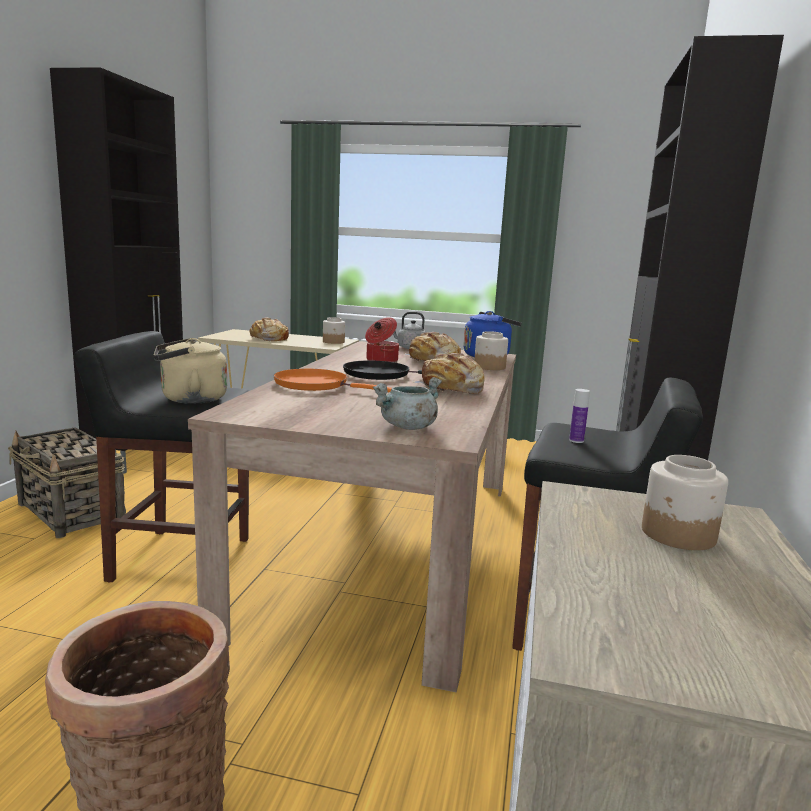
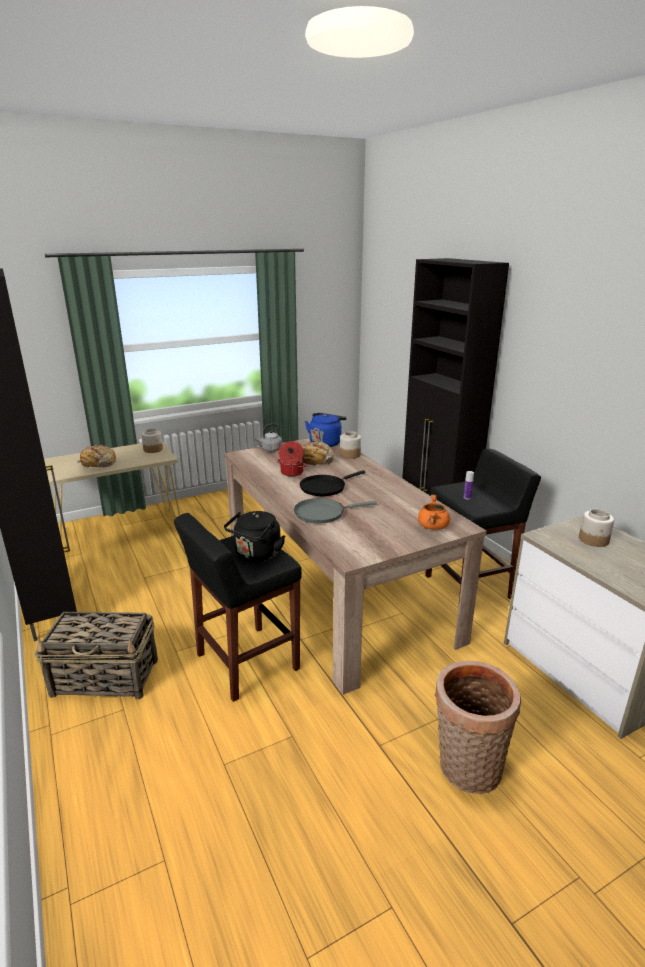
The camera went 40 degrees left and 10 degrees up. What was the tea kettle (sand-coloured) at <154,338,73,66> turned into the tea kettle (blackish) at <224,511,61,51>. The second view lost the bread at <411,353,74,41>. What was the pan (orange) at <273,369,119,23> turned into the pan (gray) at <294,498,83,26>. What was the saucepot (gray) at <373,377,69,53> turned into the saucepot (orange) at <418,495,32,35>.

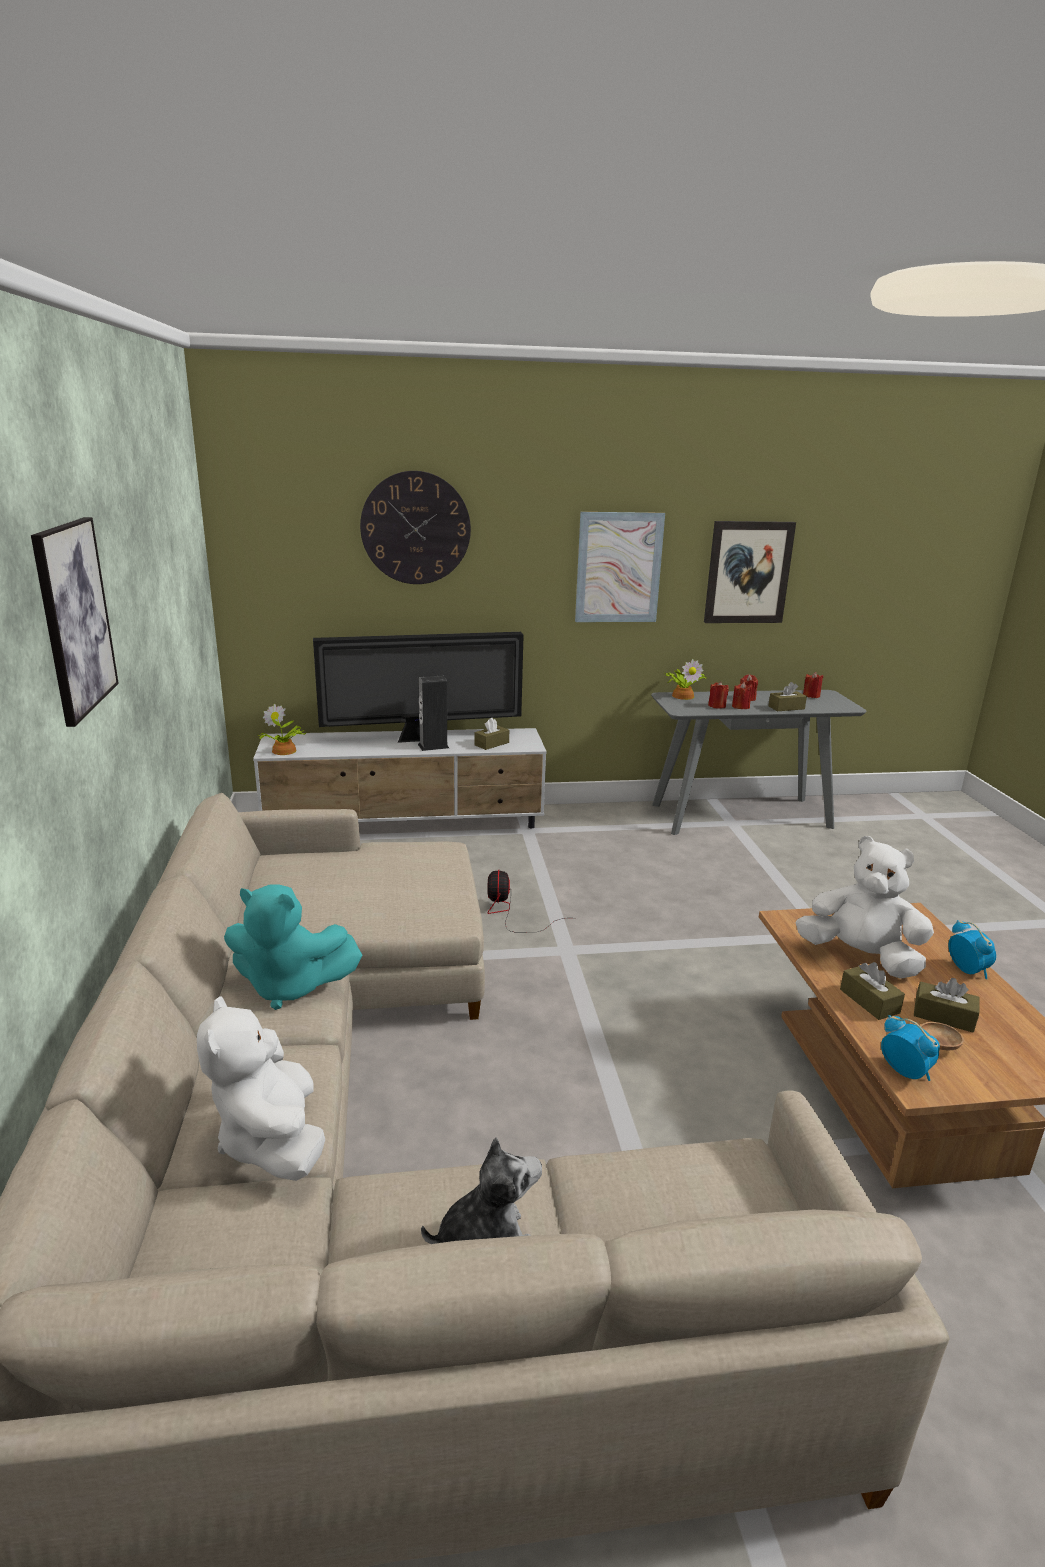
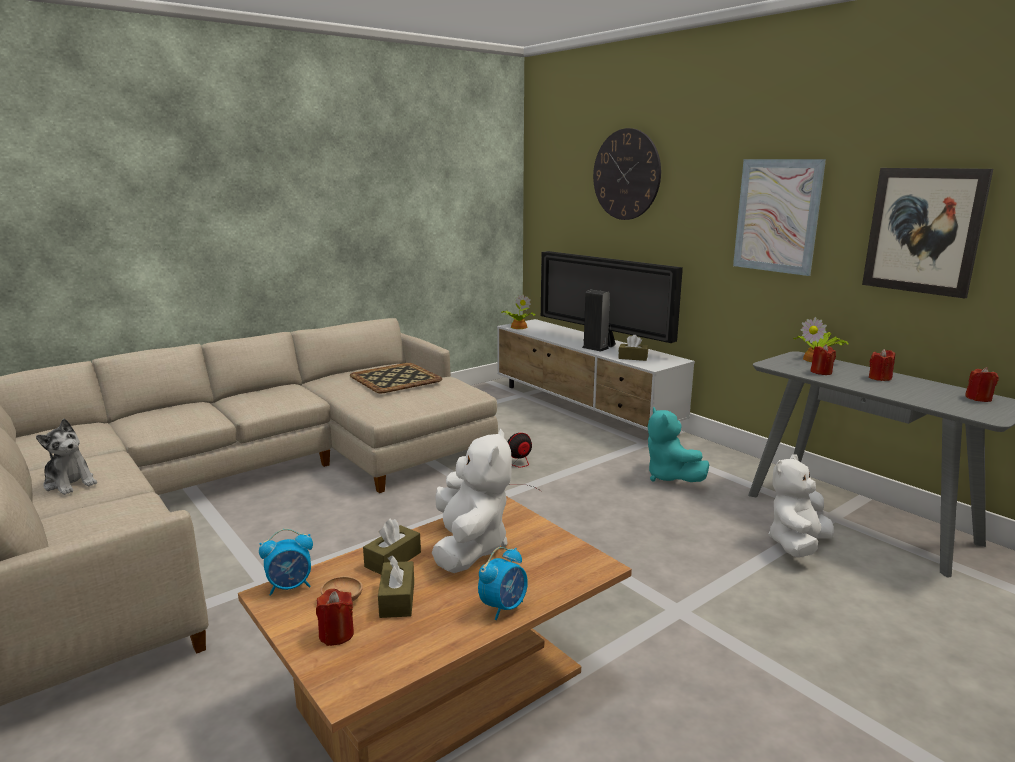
The camera went 60 degrees right and 5 degrees down. The second view lost the wall picture at <31,517,88,210>. The wax light (red) ended up elsewhere, having gone from <732,682,20,27> to <316,589,38,57>. The second view lost the box of tissues (brown-coloured) at <768,682,39,29>. The cuddly toy (blue-green) ended up elsewhere, having gone from <224,884,139,126> to <648,407,61,75>. The cuddly toy (whitish) ended up elsewhere, having gone from <197,996,128,185> to <768,454,66,104>. The alarm clock at <881,1015,59,66> ended up facing another way, 45 degrees clockwise from before. The second view gained the tray at <350,363,92,30>.

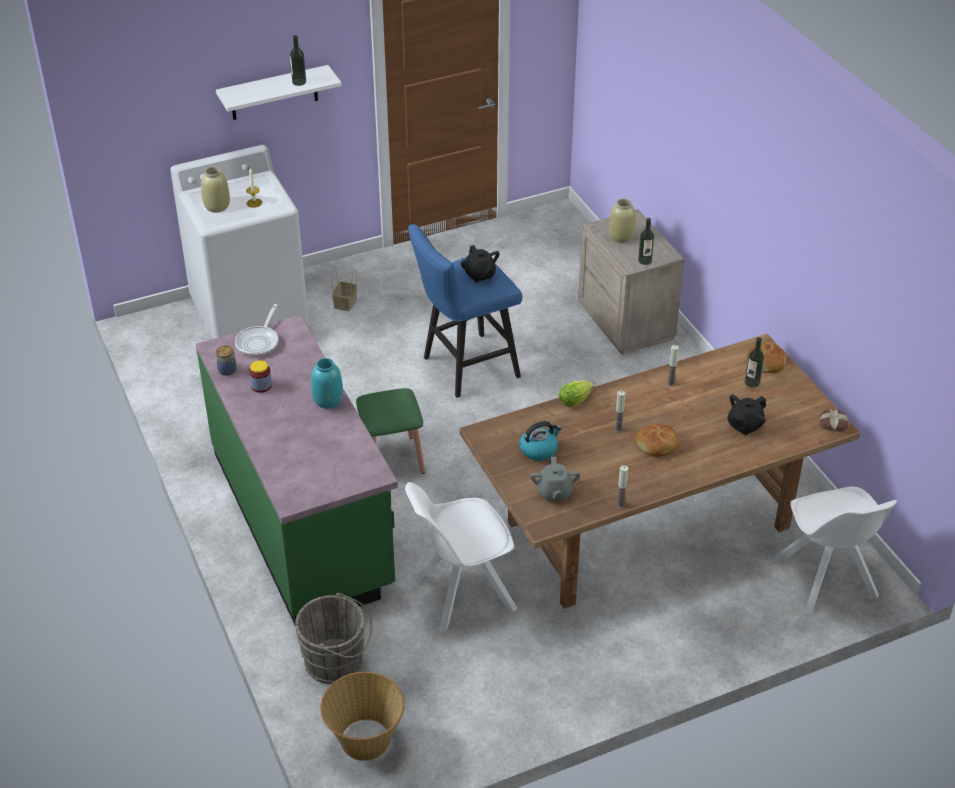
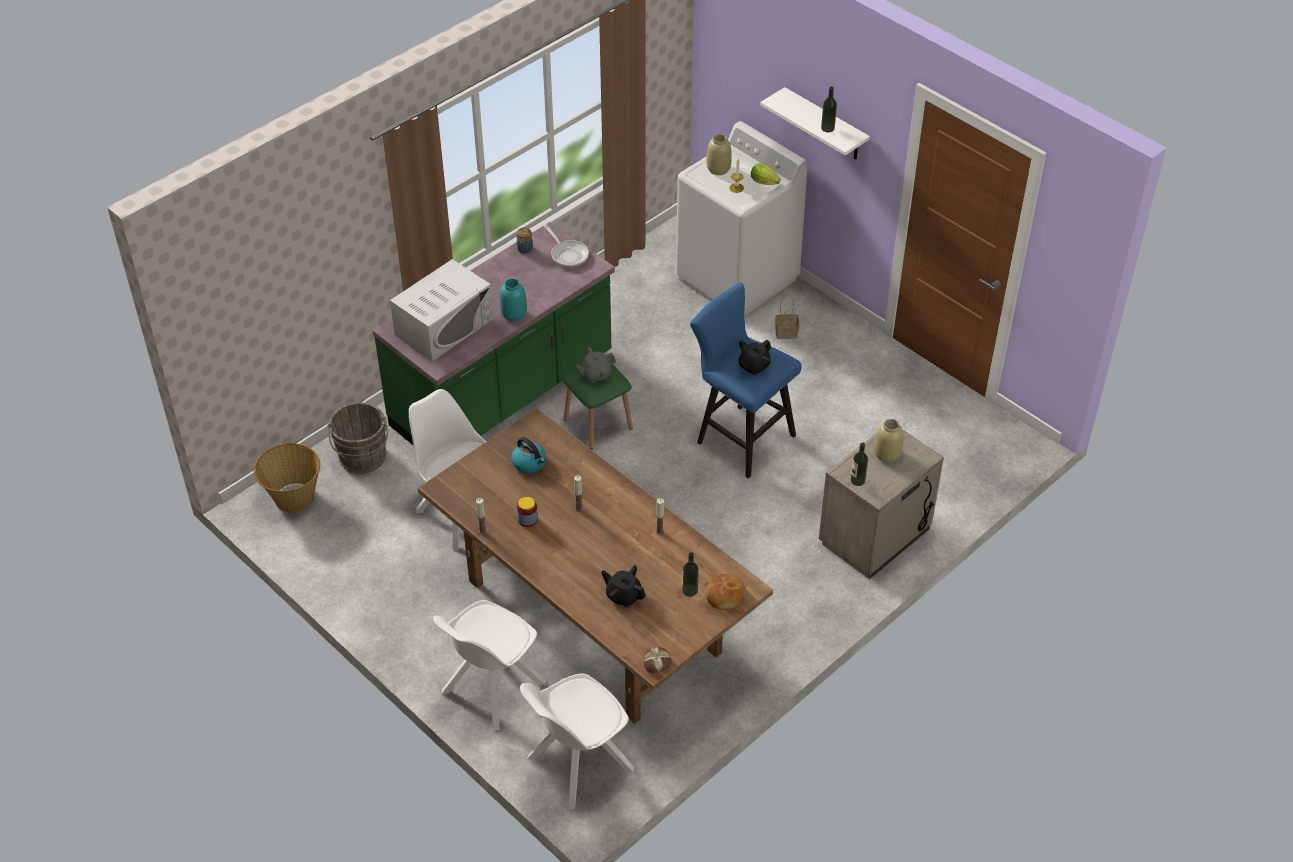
The camera went 70 degrees right and 5 degrees up. The pan at <235,304,43,52> ended up facing another way, 120 degrees counterclockwise from before. The jar ended up elsewhere, having gone from <249,360,23,33> to <517,497,21,30>. The head of lettuce ended up elsewhere, having gone from <559,380,35,27> to <751,163,30,22>. The second view lost the bread at <635,424,44,33>. The tea pot (gray) ended up elsewhere, having gone from <530,457,50,44> to <575,347,41,36>. The second view gained the kitchen microwave (whitish) at <390,259,103,102>. The second view gained the upright chair (whitish) at <433,600,113,131>.

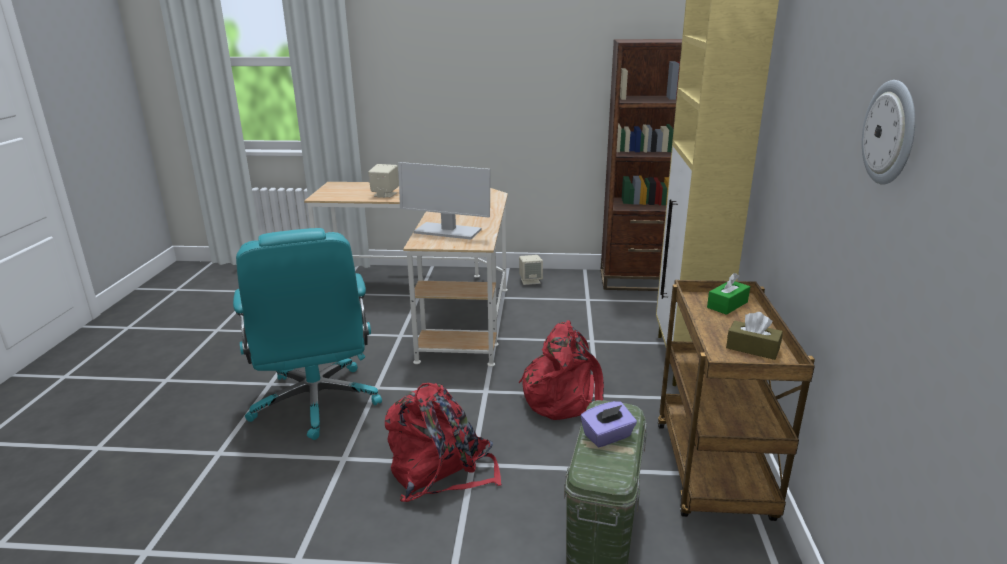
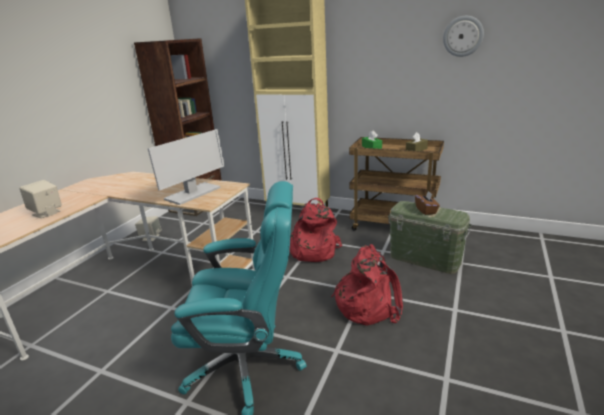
The camera went 70 degrees left and 0 degrees up. What was the box of tissues (purple-coloured) at <581,401,56,46> turned into the box of tissues (brown-coloured) at <415,191,25,24>.

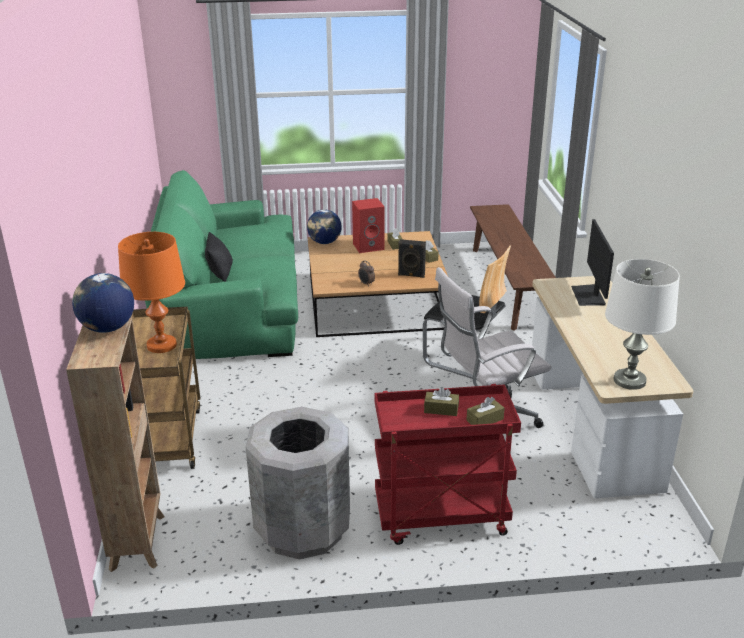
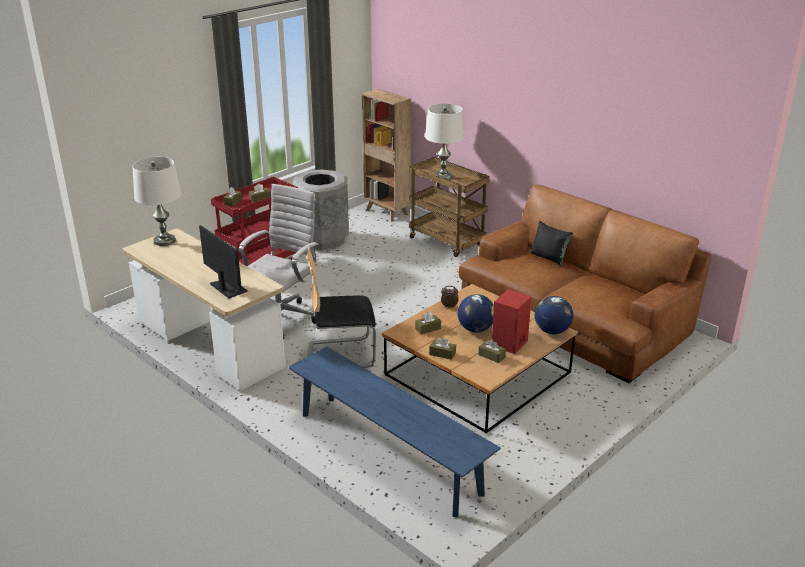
The camera went 140 degrees right and 0 degrees up. What was the settee (green-coloured) at <145,170,153,189> turned into the settee (brown-coloured) at <459,185,252,198>. What was the indoor bench (brown-coloured) at <470,204,86,127> turned into the indoor bench (blue) at <289,346,212,171>. What was the table lamp (orange) at <118,232,67,121> turned into the table lamp (whitish) at <425,104,39,76>. Where the speaker (blackish) stood at <398,239,28,39>, the box of tissues (brown-coloured) came to stand at <415,311,26,23>. The desk globe ended up elsewhere, having gone from <72,273,62,60> to <458,294,36,39>.

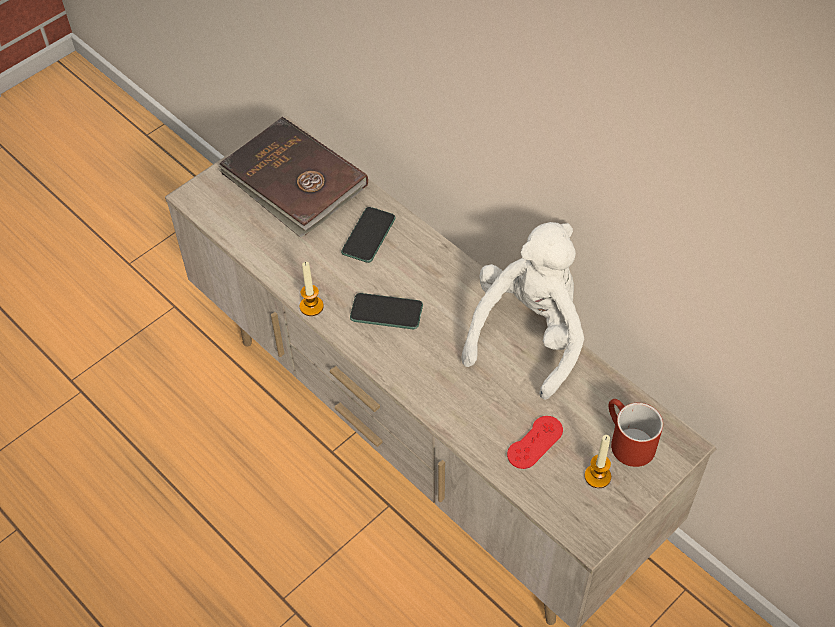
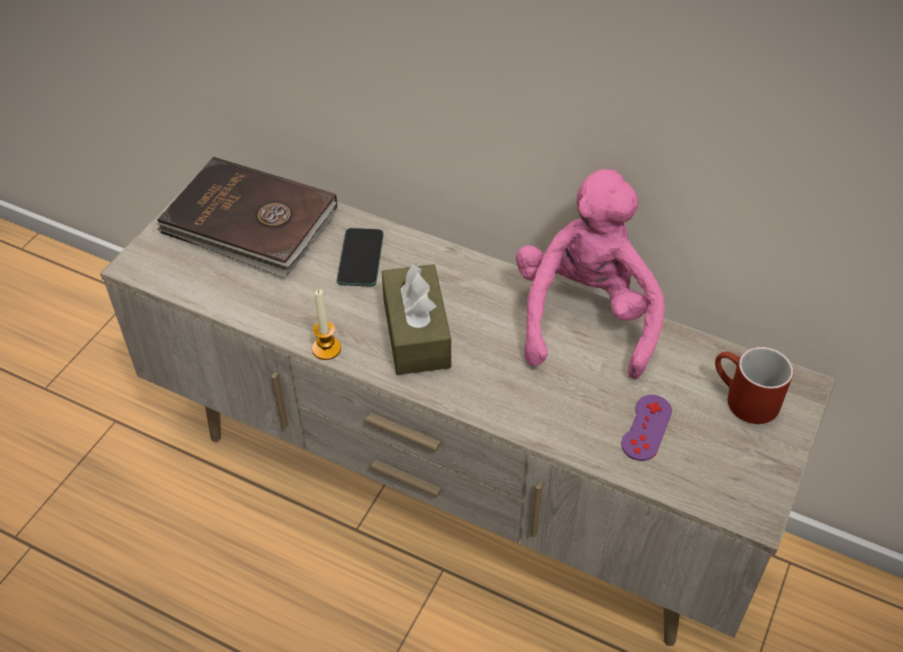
The camera went 20 degrees left and 5 degrees down. What was the cuddly toy (whitish) at <461,222,123,178> turned into the cuddly toy (pink) at <516,169,149,210>. Where the telephone stood at <350,293,73,36>, the box of tissues (brown-coloured) came to stand at <382,263,69,112>. What was the joypad (red) at <507,416,56,53> turned into the joypad (purple-coloured) at <621,395,51,66>. The second view lost the wax light at <584,435,27,53>.

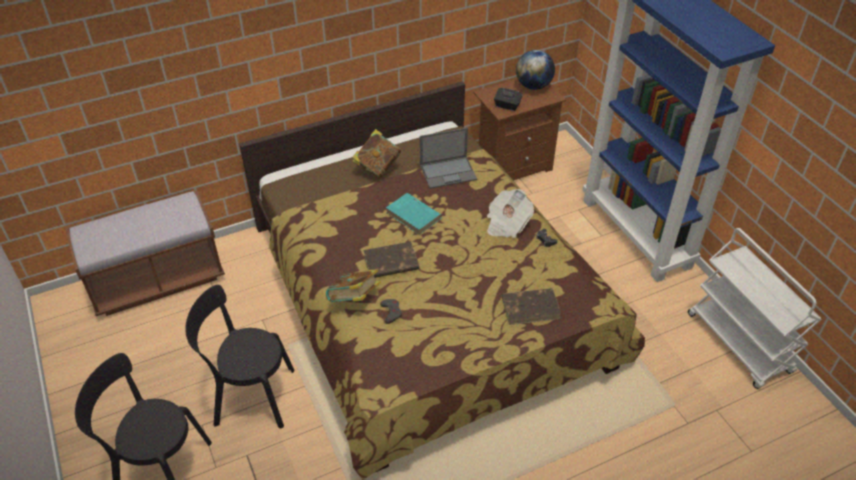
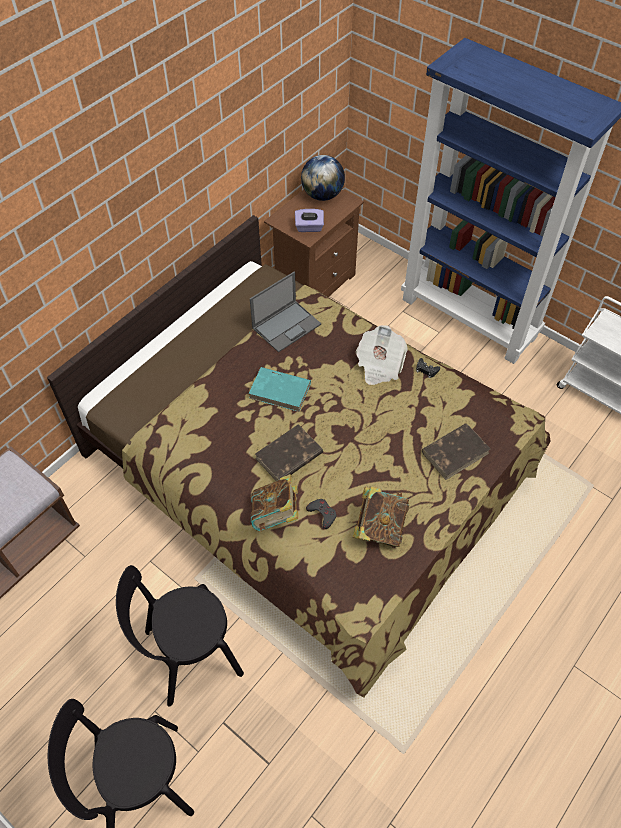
The camera went 25 degrees left and 10 degrees up. What was the box of tissues (blackish) at <494,88,29,23> turned into the box of tissues (purple-coloured) at <295,209,29,23>. The book ended up elsewhere, having gone from <352,129,49,50> to <353,486,56,61>.

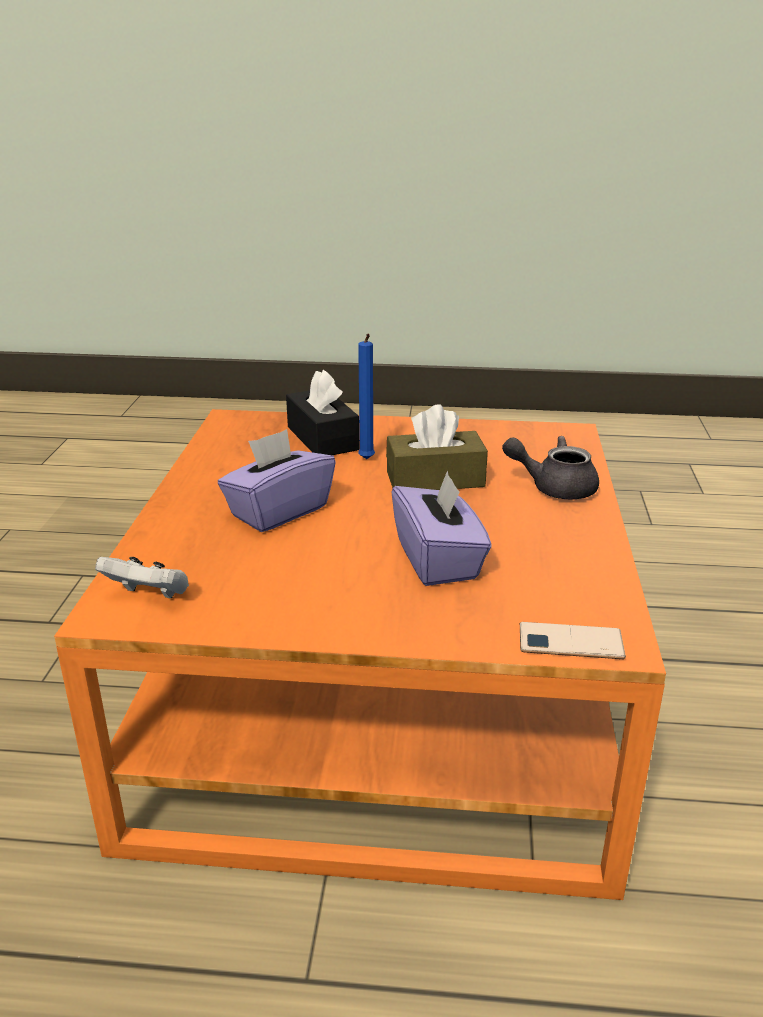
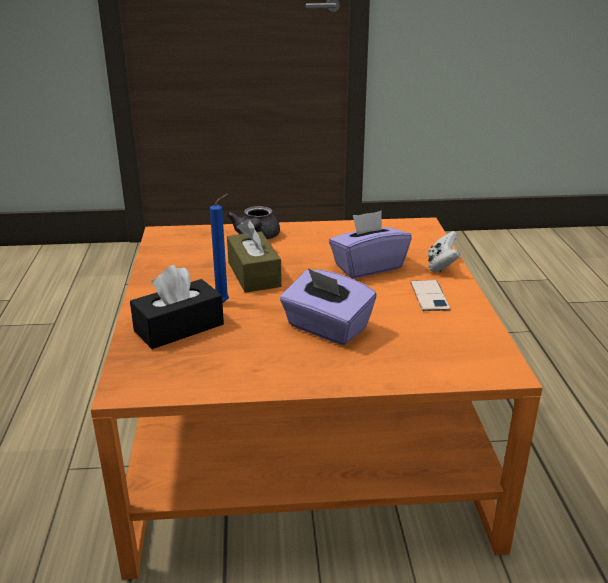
The camera went 100 degrees left and 0 degrees up. The joypad (whitish) ended up elsewhere, having gone from <95,557,94,42> to <428,231,32,41>. The telephone ended up elsewhere, having gone from <520,622,106,37> to <411,280,40,31>.

